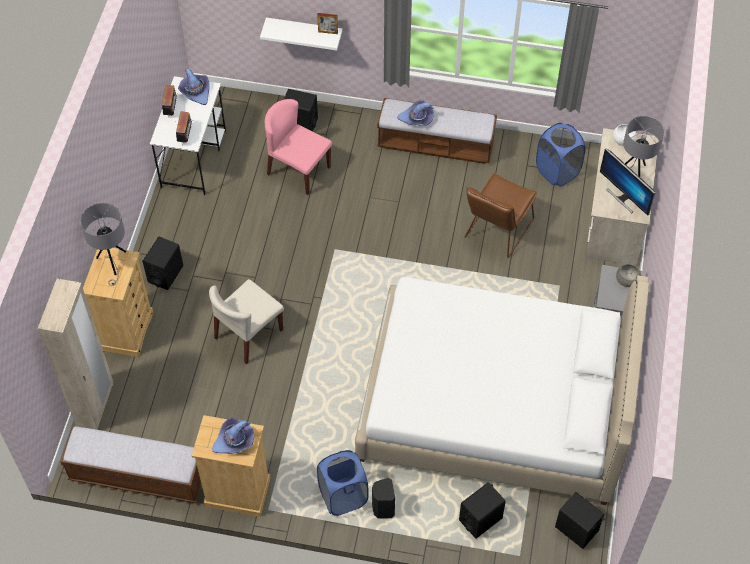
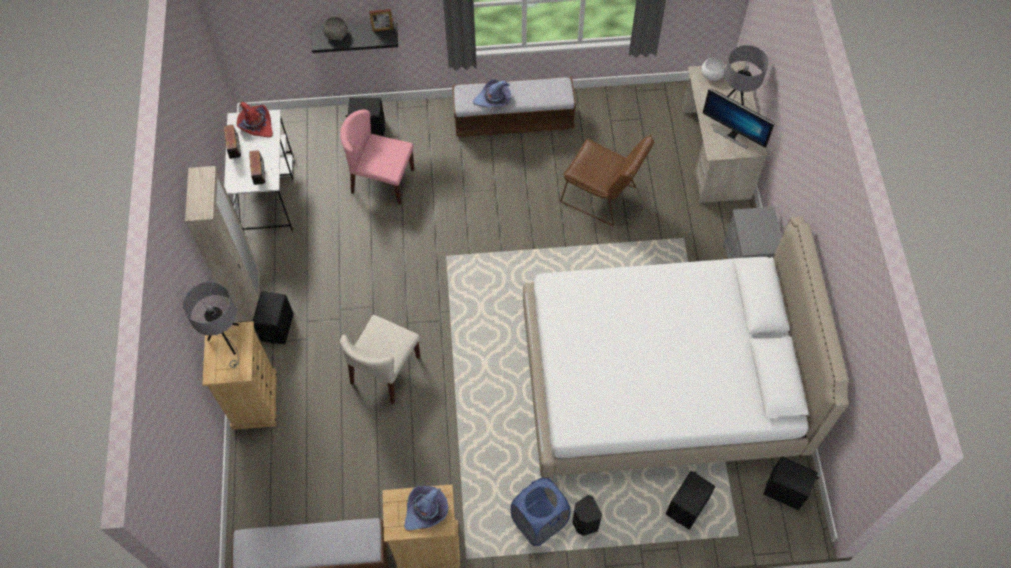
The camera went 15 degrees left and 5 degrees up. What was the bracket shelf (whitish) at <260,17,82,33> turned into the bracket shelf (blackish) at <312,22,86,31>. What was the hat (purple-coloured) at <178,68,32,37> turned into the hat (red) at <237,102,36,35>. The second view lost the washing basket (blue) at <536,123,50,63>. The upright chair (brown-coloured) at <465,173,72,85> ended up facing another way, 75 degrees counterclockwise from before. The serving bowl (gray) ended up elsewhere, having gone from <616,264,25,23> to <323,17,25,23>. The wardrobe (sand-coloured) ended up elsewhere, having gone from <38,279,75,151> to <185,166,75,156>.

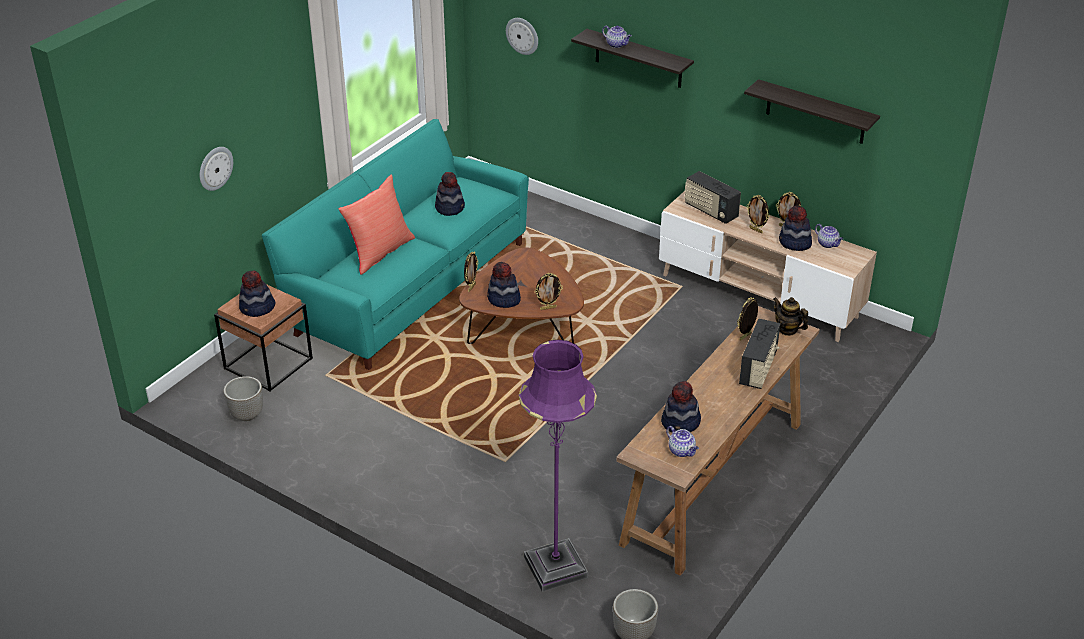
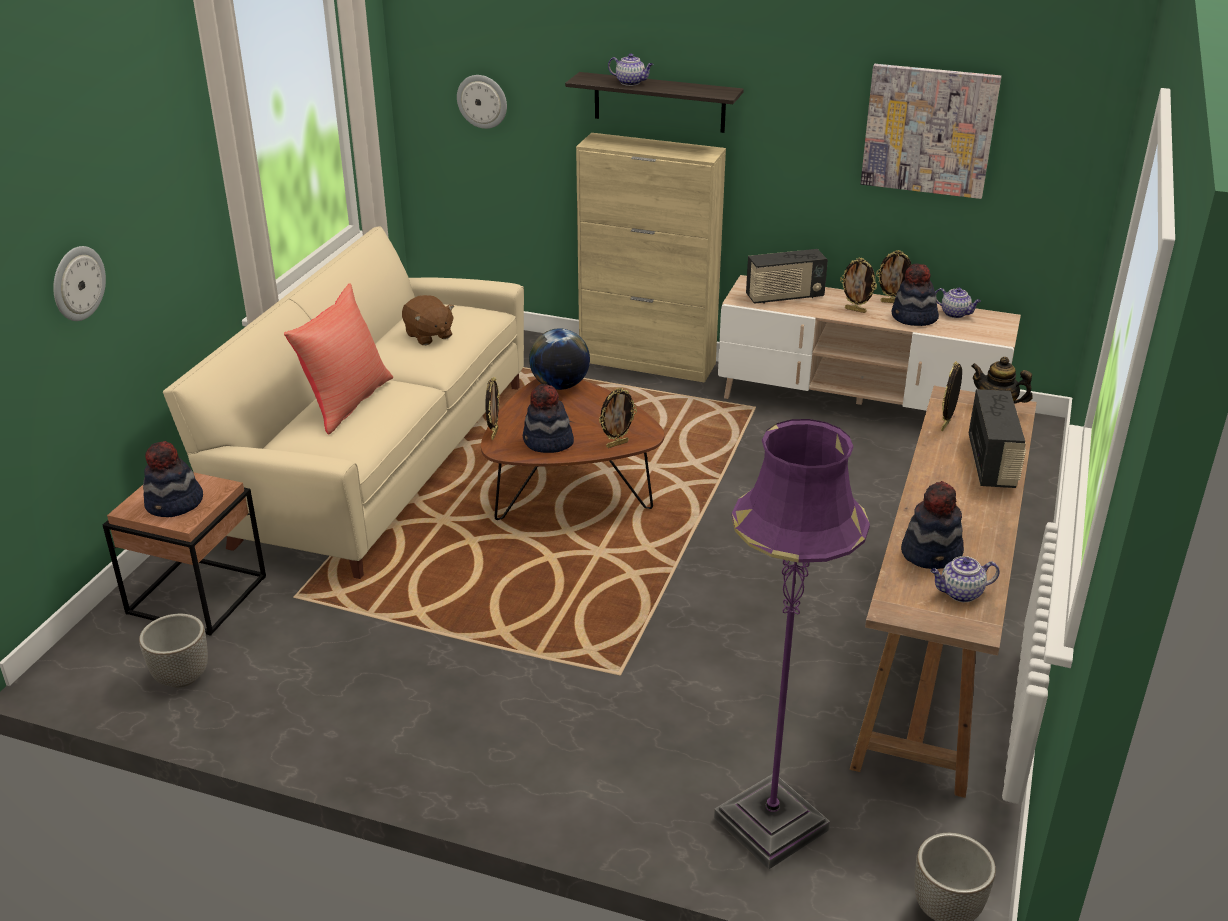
The camera went 15 degrees left and 5 degrees down. Where the bracket shelf hung at <744,79,136,65>, the wall picture came to hang at <861,64,140,135>. What was the settee (blue-green) at <262,119,267,251> turned into the settee (sand-coloured) at <163,226,361,353>. The radio set at <684,171,57,53> ended up facing another way, 45 degrees counterclockwise from before. Where the hat stood at <435,172,30,44>, the cuddly toy (brown-coloured) came to stand at <402,295,52,50>. The tea pot at <666,426,33,31> ended up facing another way, 135 degrees clockwise from before. The second view gained the cabinet (sand-coloured) at <576,133,150,250>. The second view gained the desk globe at <529,328,61,62>.

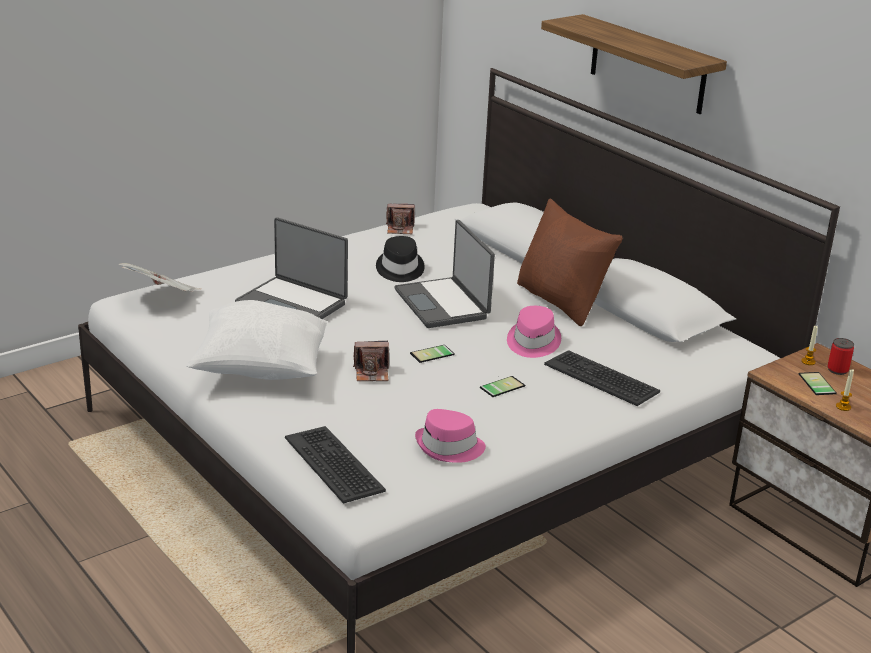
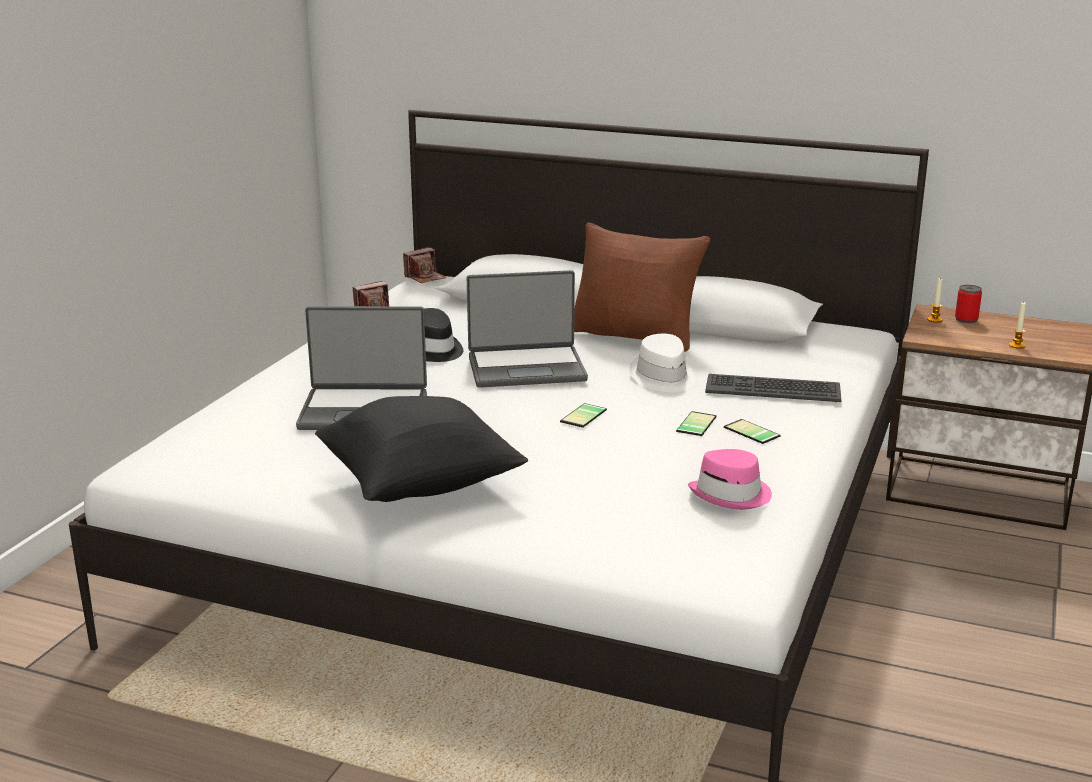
The camera went 30 degrees left and 5 degrees down. The second view lost the bracket shelf at <541,14,186,100>. The laptop at <395,220,100,108> ended up facing another way, 45 degrees counterclockwise from before. The second view lost the daily paper at <119,263,82,29>. What was the cushion (whitish) at <187,300,140,80> turned into the cushion (blackish) at <315,396,213,106>. What was the hat (pink) at <507,306,54,52> turned into the hat (whitish) at <630,334,65,58>. The still camera ended up elsewhere, having gone from <353,341,36,40> to <403,247,43,36>. The telephone ended up elsewhere, having gone from <799,372,38,23> to <724,419,56,25>. The second view lost the PC keyboard at <285,426,101,77>.

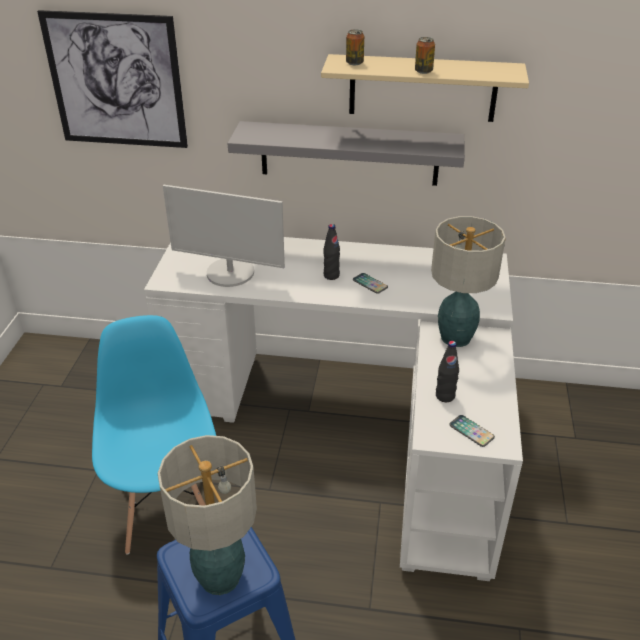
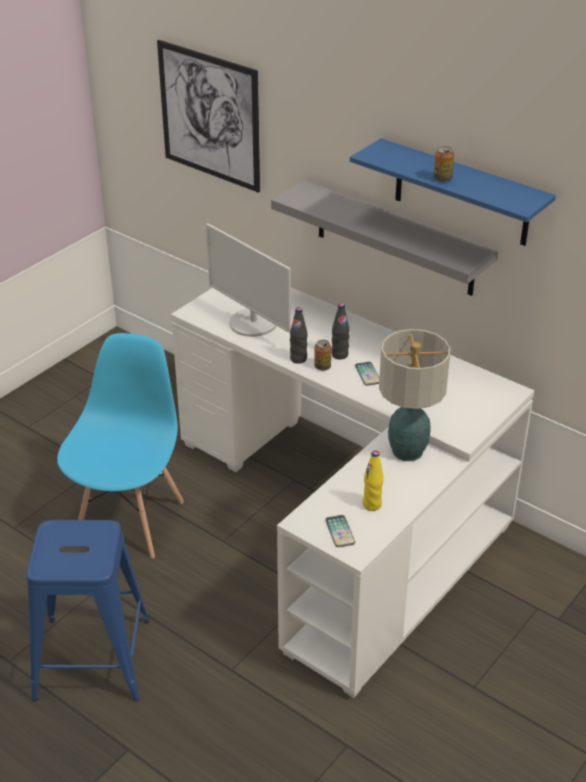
The camera went 30 degrees right and 0 degrees up. The sealed can ended up elsewhere, having gone from <346,29,18,36> to <314,340,17,31>. What was the bracket shelf (sand-coloured) at <321,54,208,68> turned into the bracket shelf (blue) at <350,138,206,108>. The drink bottle (blackish) ended up elsewhere, having gone from <436,341,23,61> to <290,307,18,57>. The second view lost the table lamp at <157,435,100,160>. The second view gained the drink bottle (yellowish) at <363,450,21,61>.

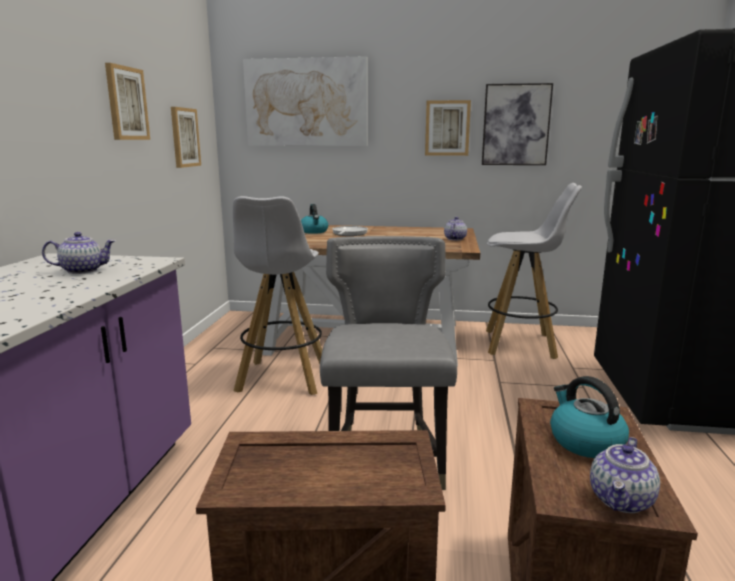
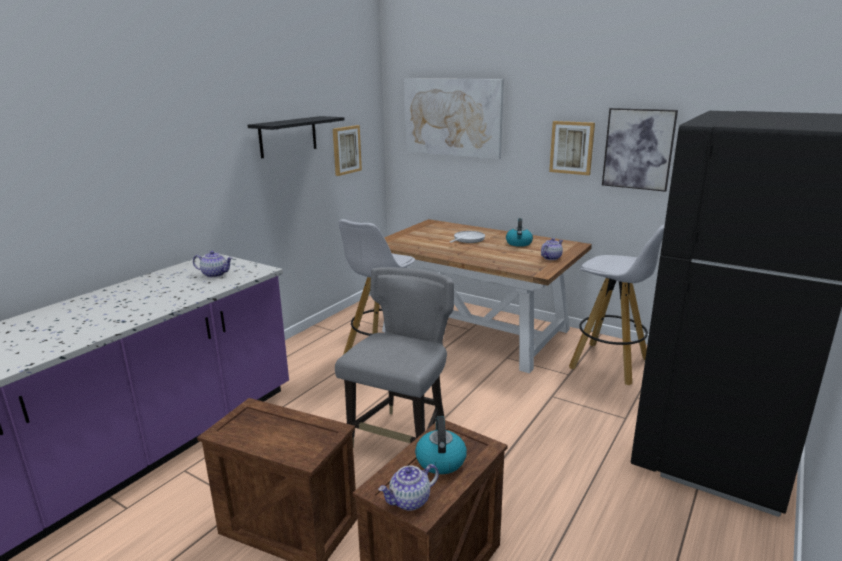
The camera went 25 degrees right and 5 degrees up. Where the wall picture hung at <105,63,45,77>, the bracket shelf (blackish) came to hang at <247,116,97,42>. The tea kettle ended up elsewhere, having gone from <301,204,27,30> to <506,218,27,29>.

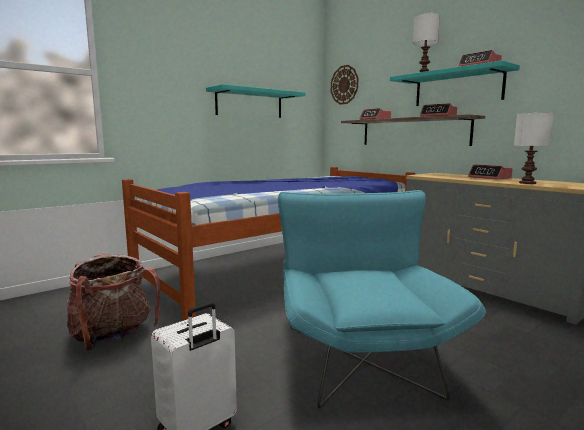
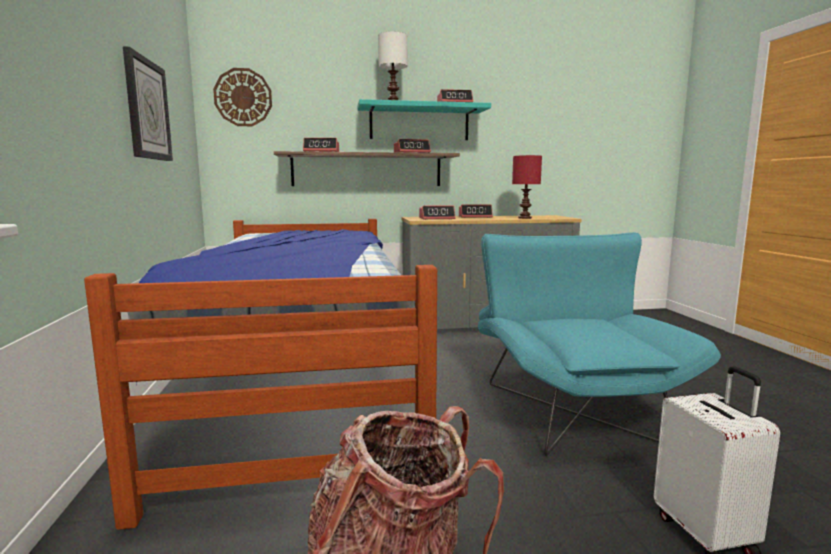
The camera went 60 degrees left and 0 degrees up. Where the bracket shelf (blue-green) hung at <206,84,99,34>, the clock on the wall came to hang at <123,46,50,115>. What was the table lamp (whitish) at <514,113,40,71> turned into the table lamp (red) at <512,155,30,64>. The easy chair (blue-green) at <278,190,208,218> ended up facing another way, 60 degrees clockwise from before. The second view gained the alarm clock at <419,205,37,15>.

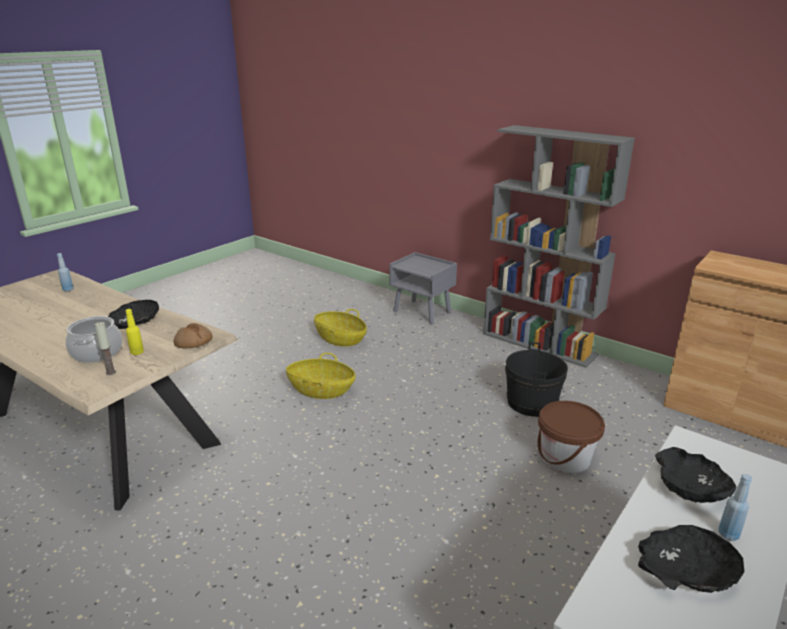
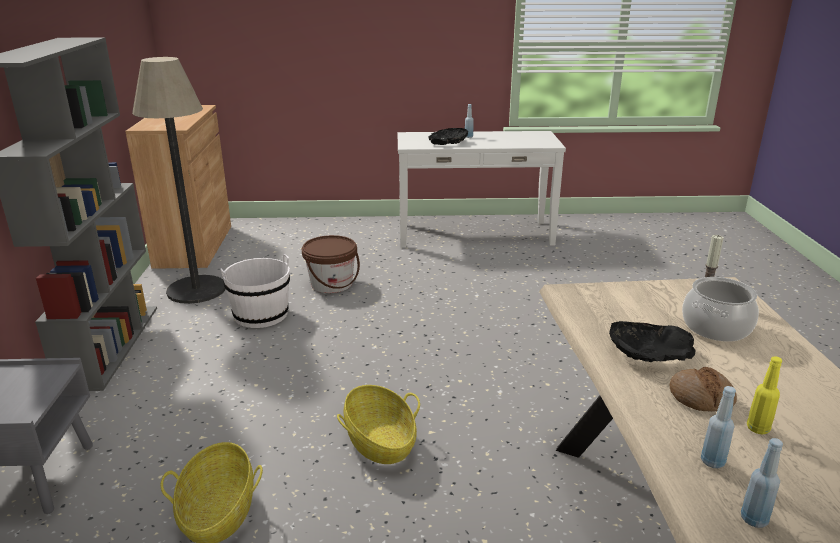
The camera went 130 degrees left and 0 degrees up. The drink bottle (yellowish) ended up elsewhere, having gone from <125,309,19,46> to <747,356,35,78>. The bread ended up elsewhere, having gone from <174,323,39,26> to <669,367,68,45>. What was the bucket (blackish) at <505,342,63,75> turned into the bucket (whitish) at <221,254,69,74>. The second view lost the serving bowl (blackish) at <638,525,106,68>. The second view gained the standard lamp at <132,57,94,247>. The second view gained the drink bottle (blue) at <701,386,35,82>.

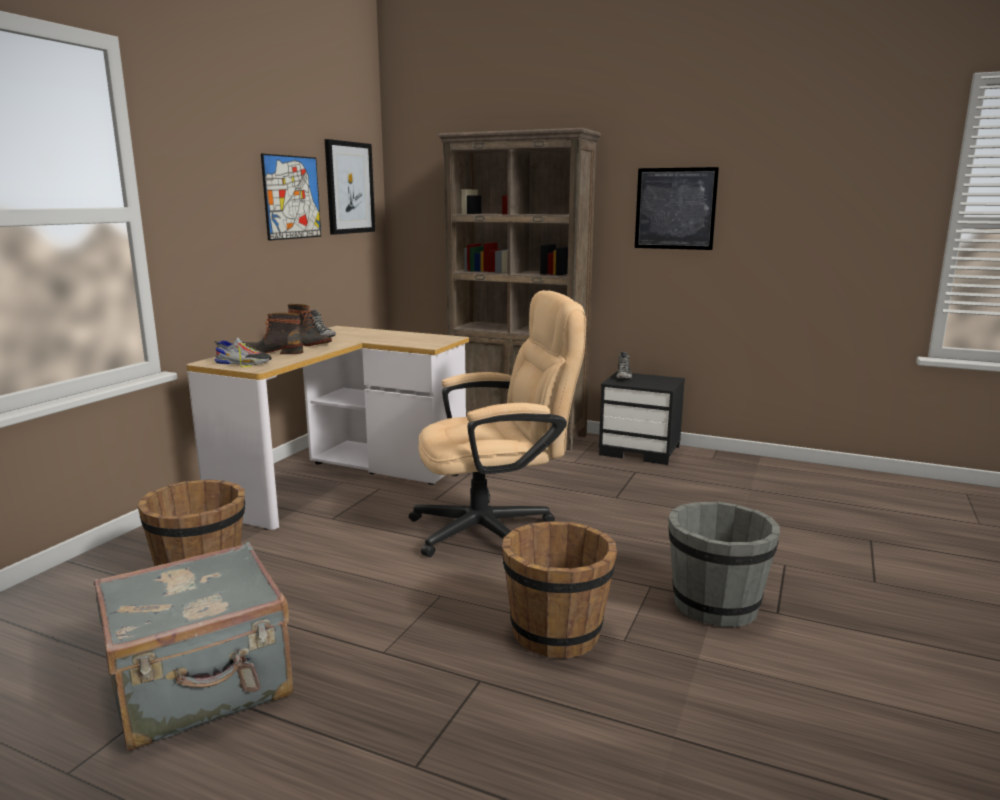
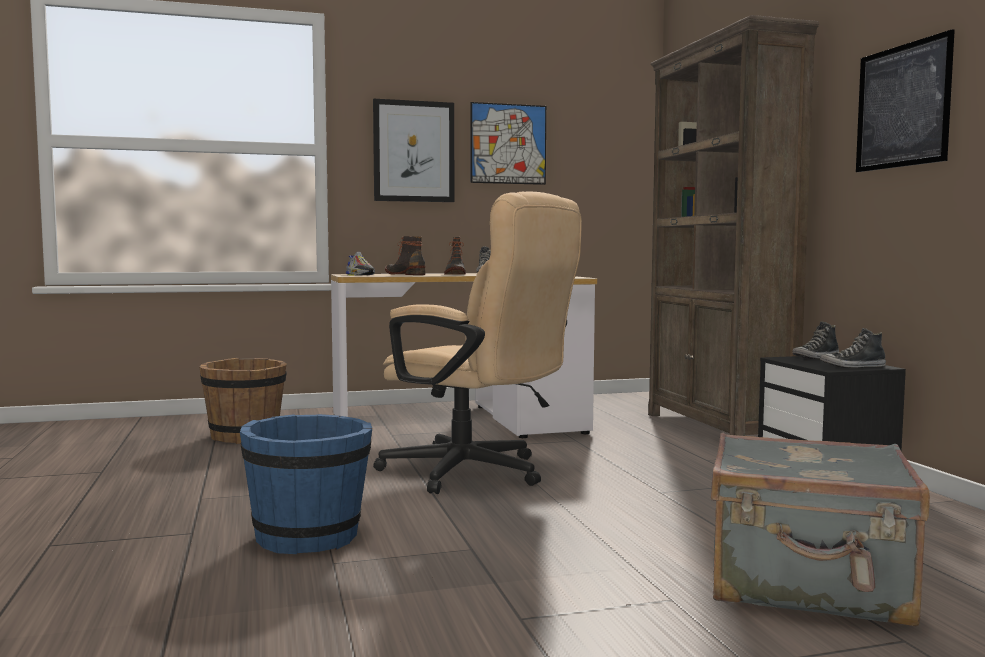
The camera went 50 degrees right and 10 degrees down. The wall picture ended up elsewhere, having gone from <325,139,50,96> to <373,99,81,103>. The second view lost the bucket (gray) at <668,501,112,126>. What was the bucket (brown-coloured) at <502,521,115,137> turned into the bucket (blue) at <240,414,132,140>. The piece of luggage (gray) ended up elsewhere, having gone from <94,542,199,209> to <711,433,219,193>. The second view gained the shoe at <820,328,66,40>.

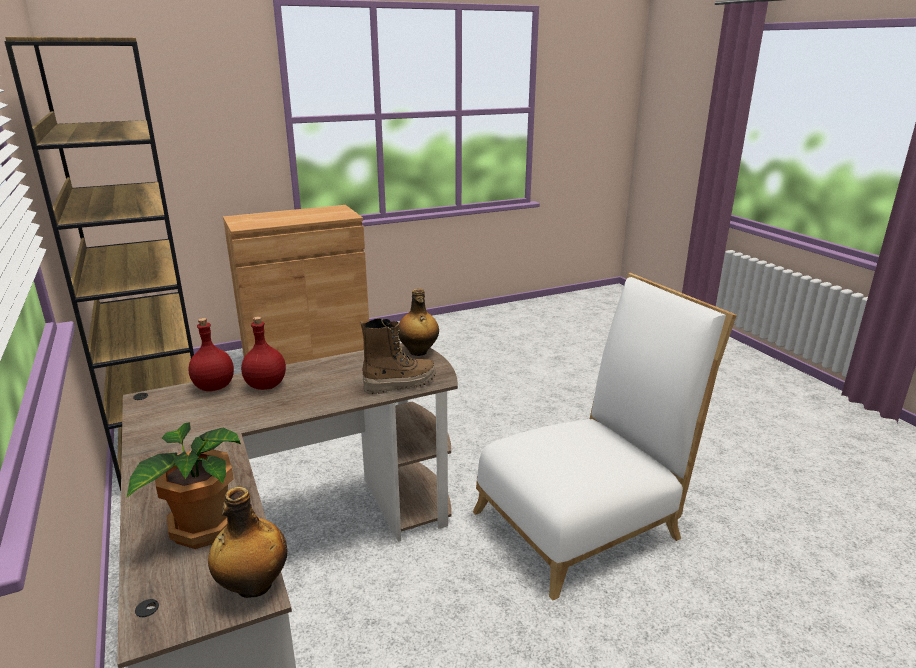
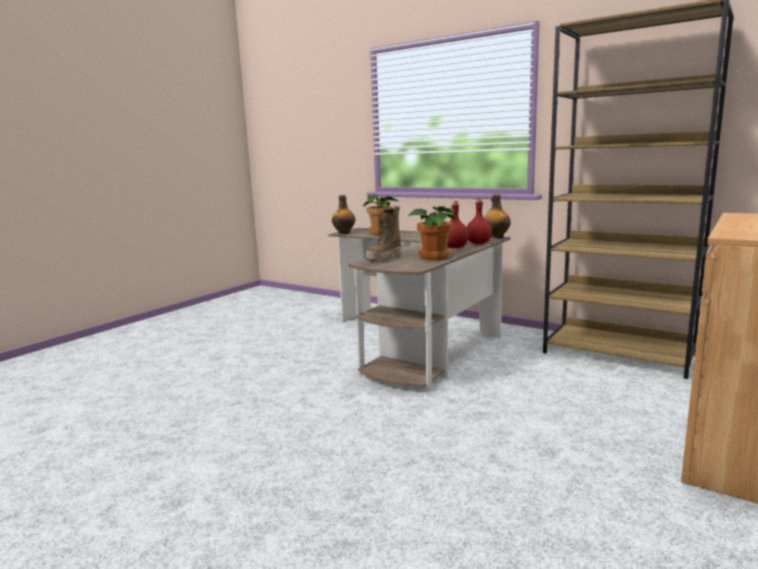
The camera went 150 degrees right and 10 degrees down. The second view lost the upright chair (whitish) at <473,273,264,327>. The drink bottle ended up elsewhere, having gone from <398,289,41,67> to <484,194,27,44>. The second view gained the houseplant at <407,206,48,55>.

